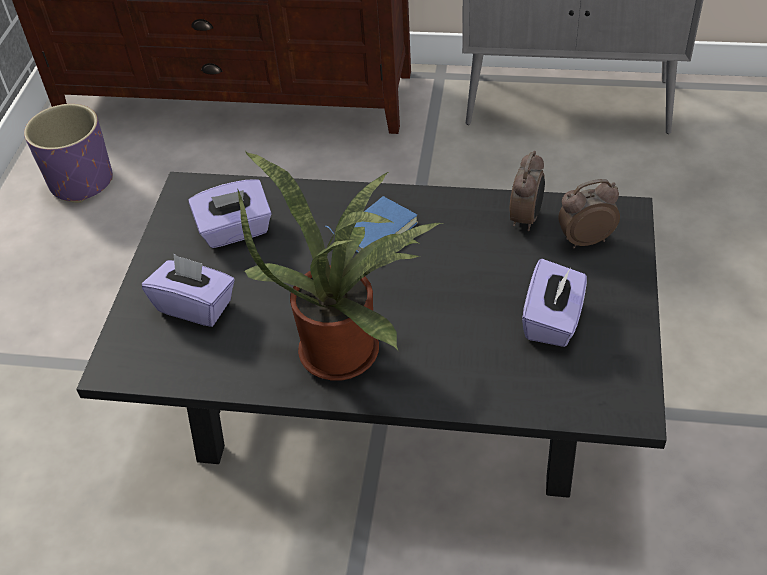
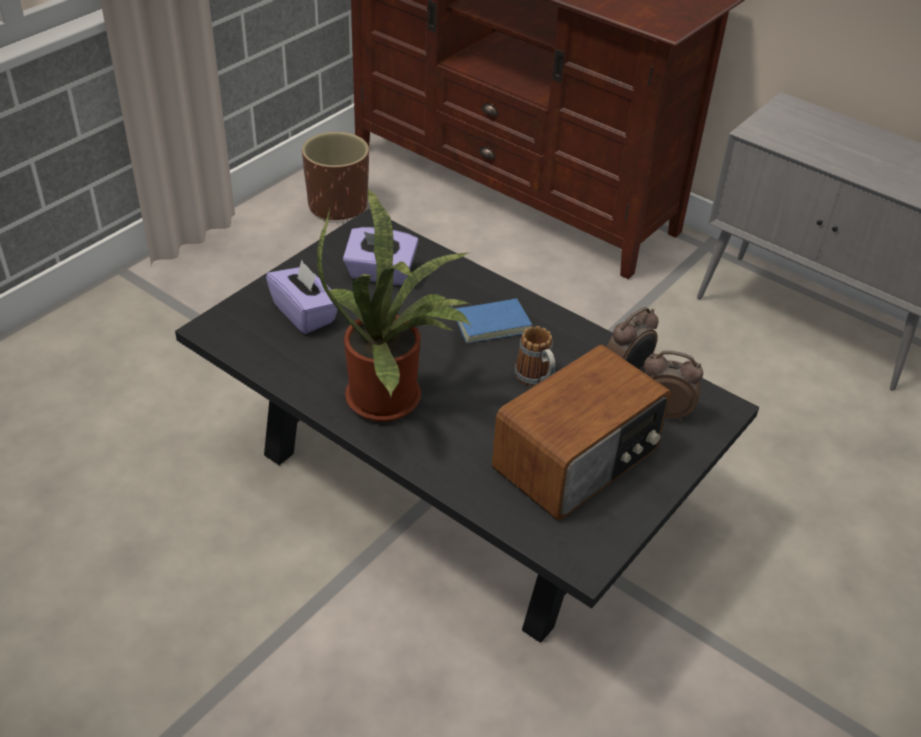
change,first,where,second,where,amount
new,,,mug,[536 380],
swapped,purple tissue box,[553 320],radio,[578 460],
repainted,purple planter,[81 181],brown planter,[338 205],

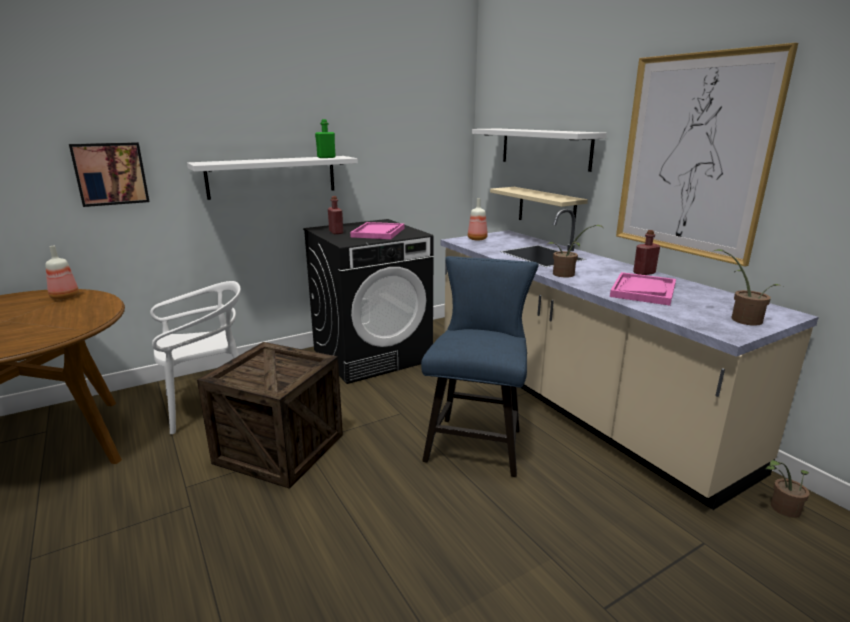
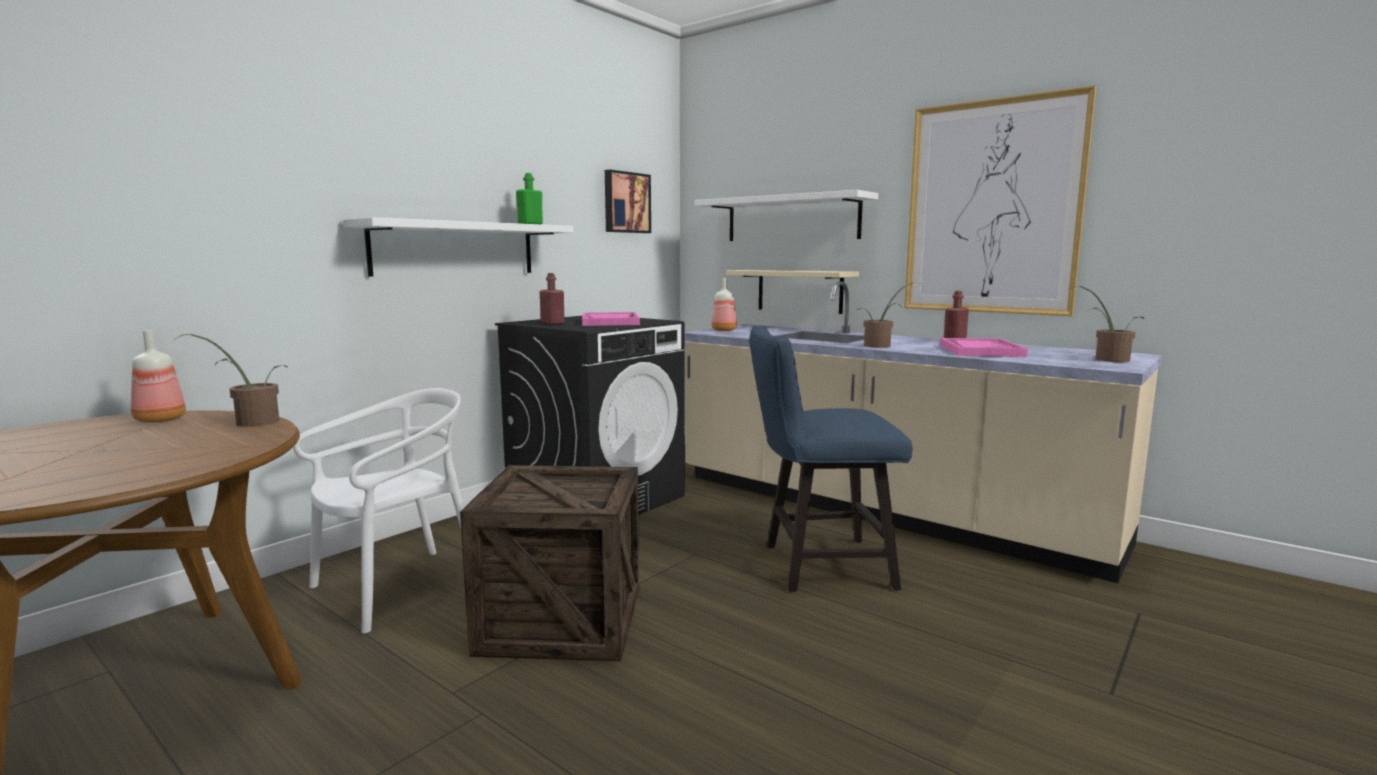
change,first,where,second,where,amount
shifted,picture,[110 173],,[626 202],
shifted,potted plant,[781 508],,[250 423],
rotated,blue chair,[477 441],,[817 566],90 degrees counterclockwise

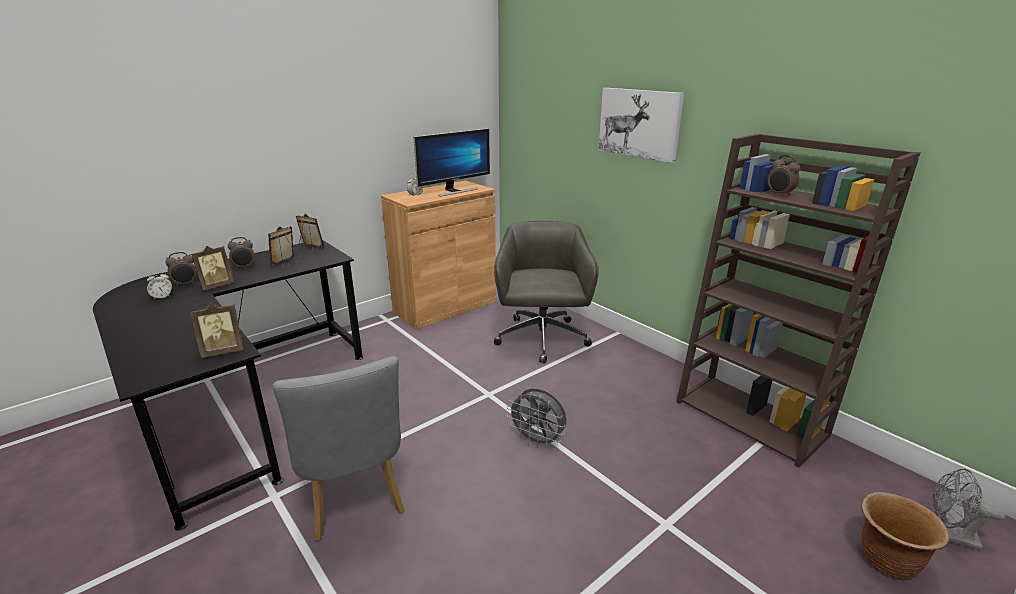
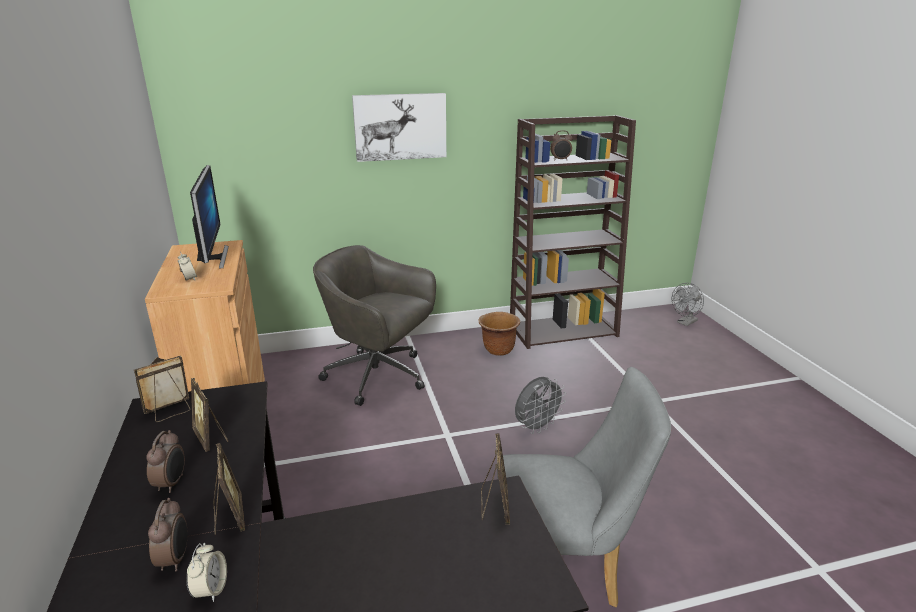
change,first,where,second,where,amount
shifted,brown planter,[887 560],,[498 350],

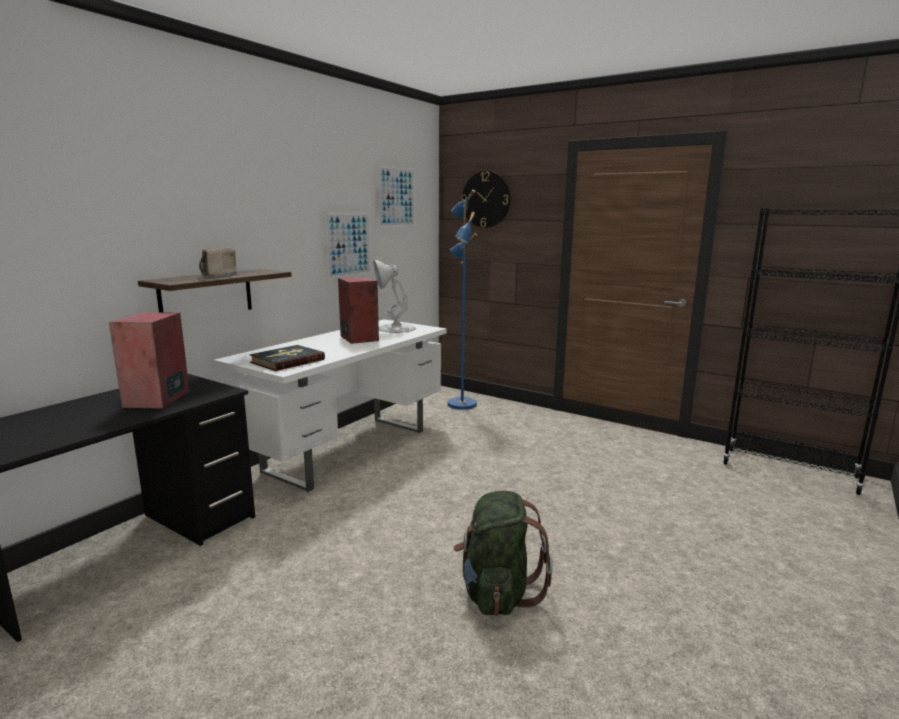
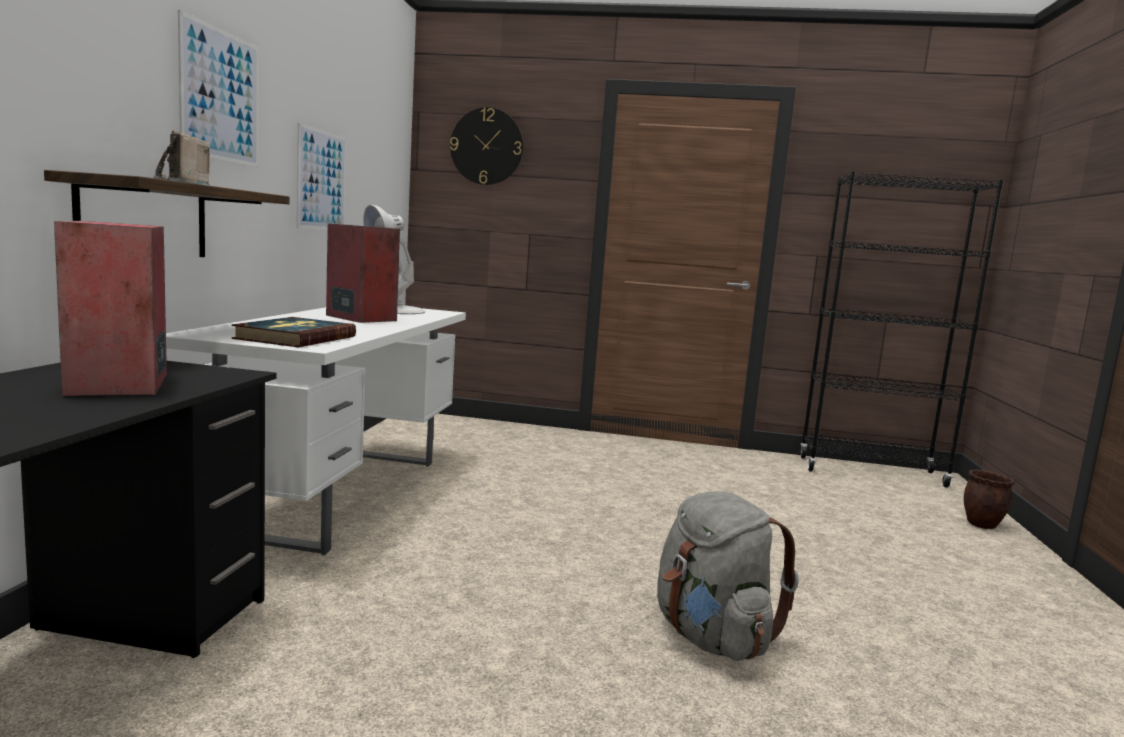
change,first,where,second,where,amount
gone,blue floor lamp,[461 404],,,
new,,,brown planter,[982 525],
shifted,picture,[397 197],,[221 96],
repainted,green backpack,[497 593],grey backpack,[711 637],

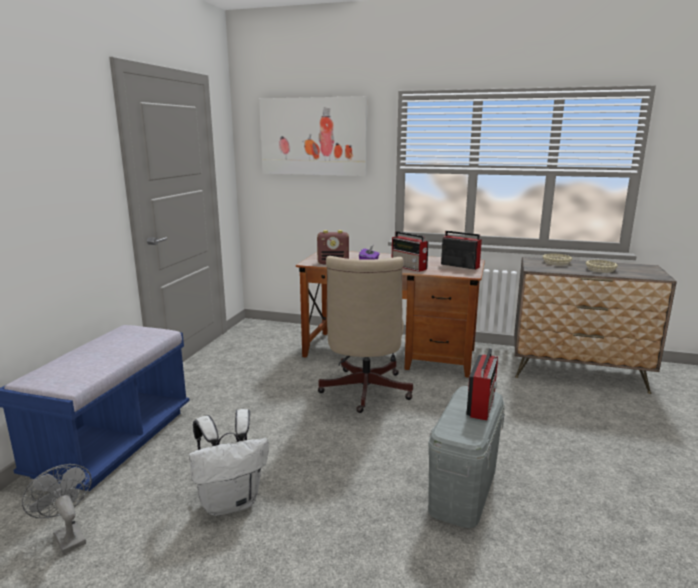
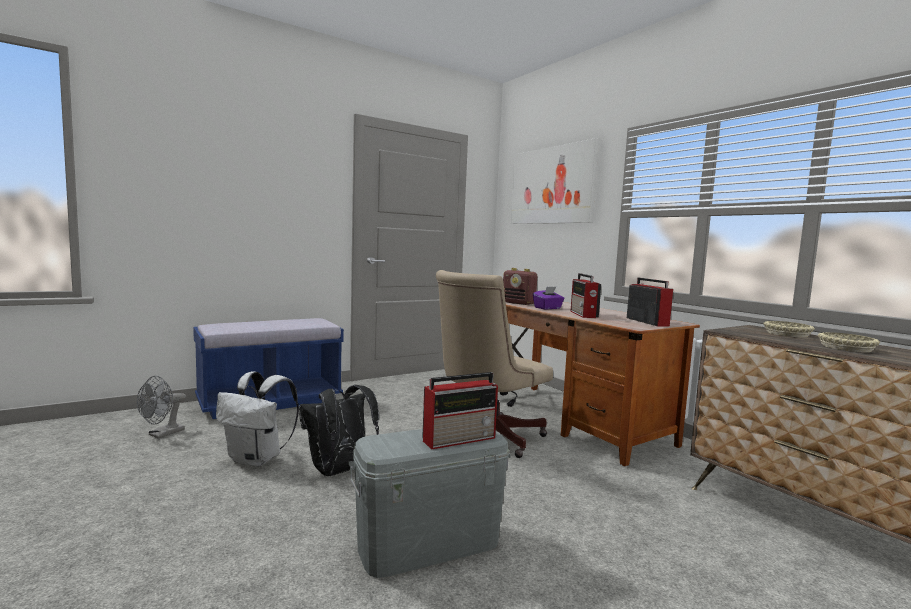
change,first,where,second,where,amount
new,,,black backpack,[339 471],
rotated,grey fan,[67 536],,[162 434],150 degrees counterclockwise

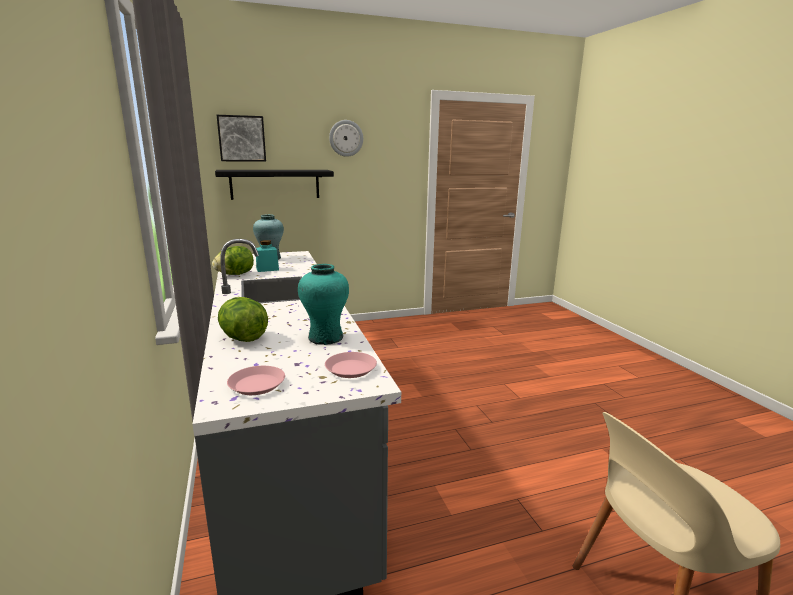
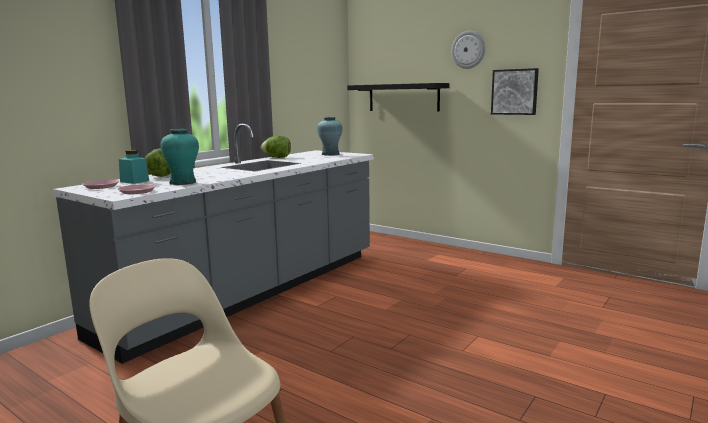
change,first,where,second,where,amount
shifted,picture,[242 138],,[514 92],
shifted,turquoise jar,[267 269],,[134 181],

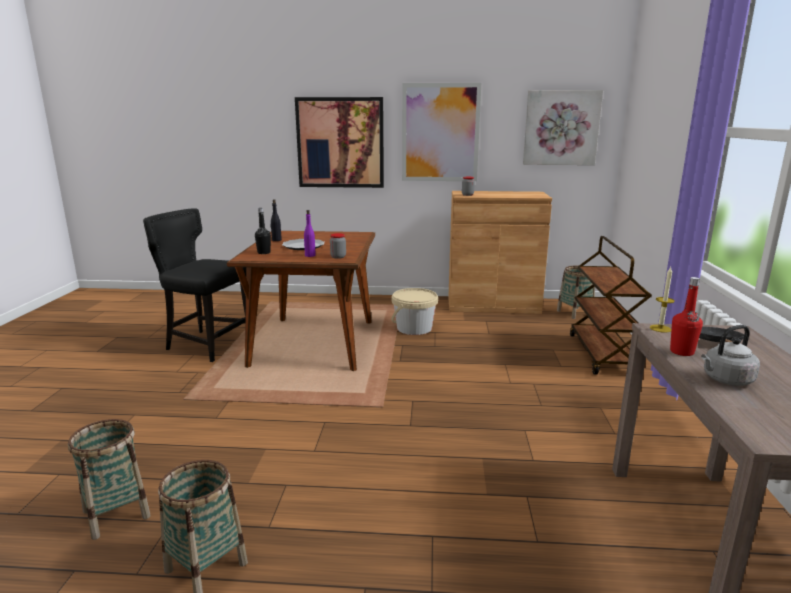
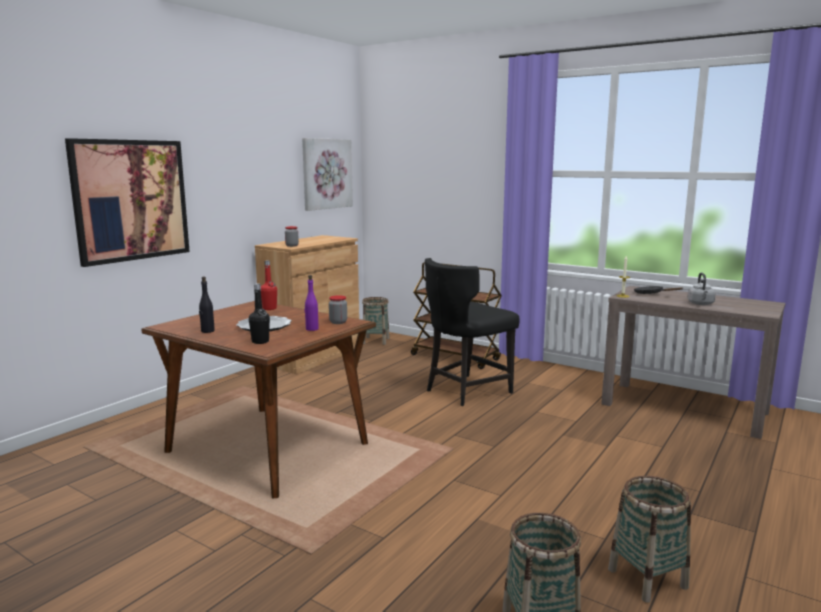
change,first,where,second,where,amount
gone,beige bucket,[414 328],,,
gone,picture,[440 133],,,
shifted,black chair,[207 344],,[465 391],
shifted,red bottle,[681 352],,[269 308],

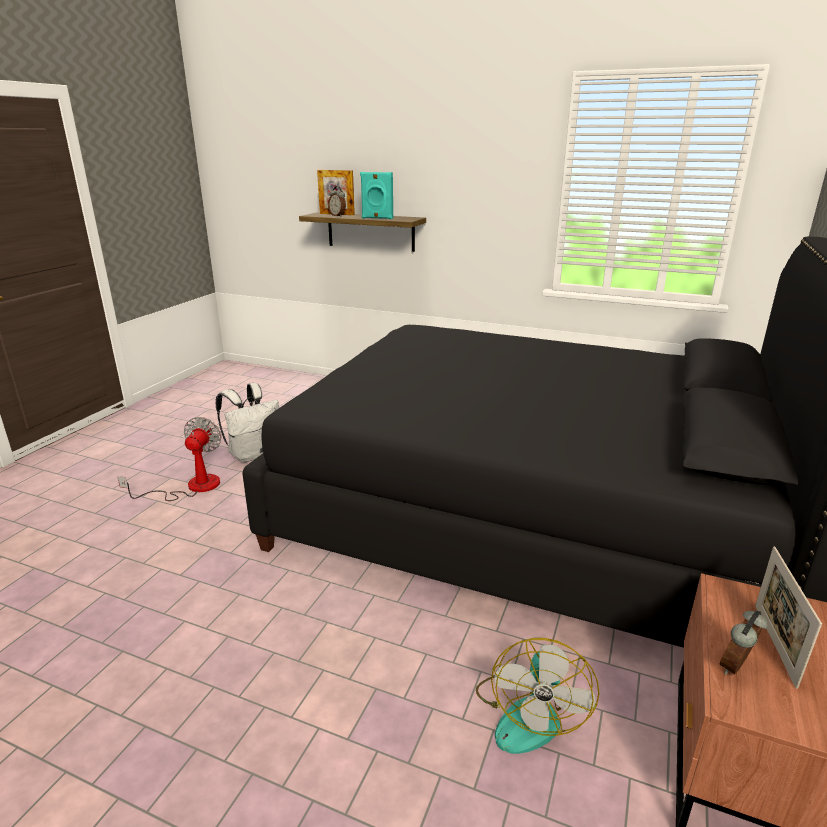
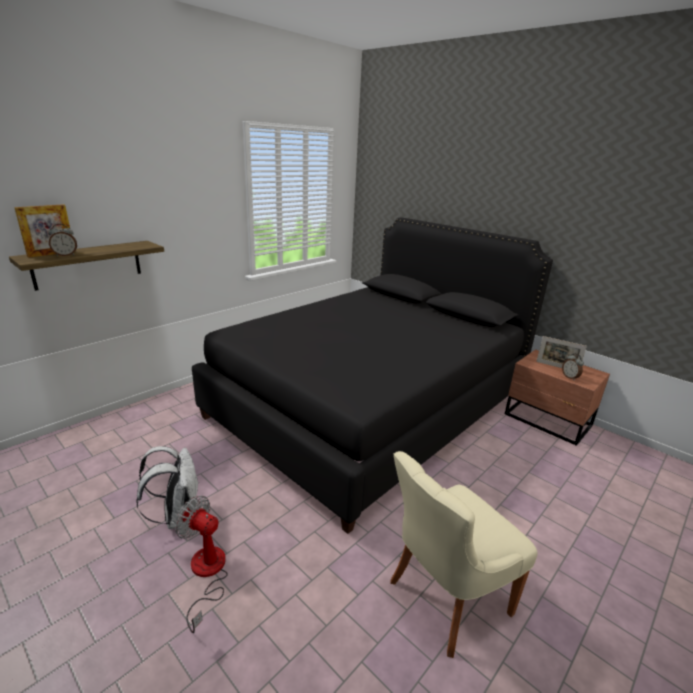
change,first,where,second,where,amount
gone,turquoise speaker,[377 218],,,
gone,fan,[528 713],,,
new,,,beige chair,[445 598],

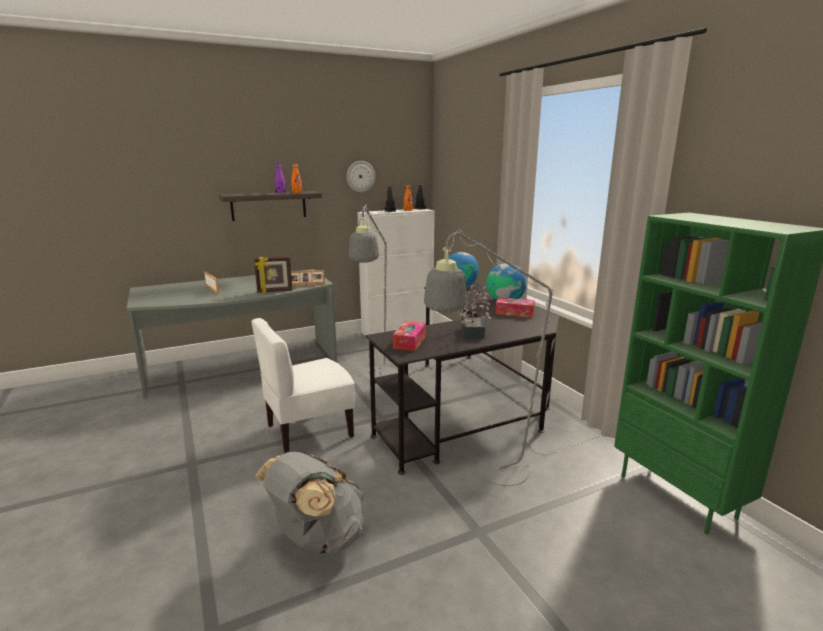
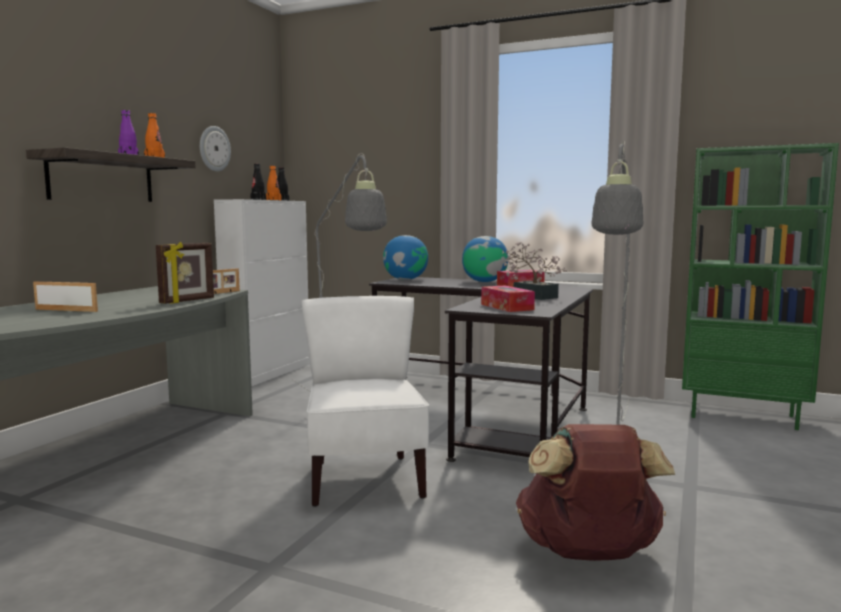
change,first,where,second,where,amount
repainted,grey backpack,[317 539],brown backpack,[588 554],
rotated,white chair,[309 430],,[364 480],150 degrees clockwise

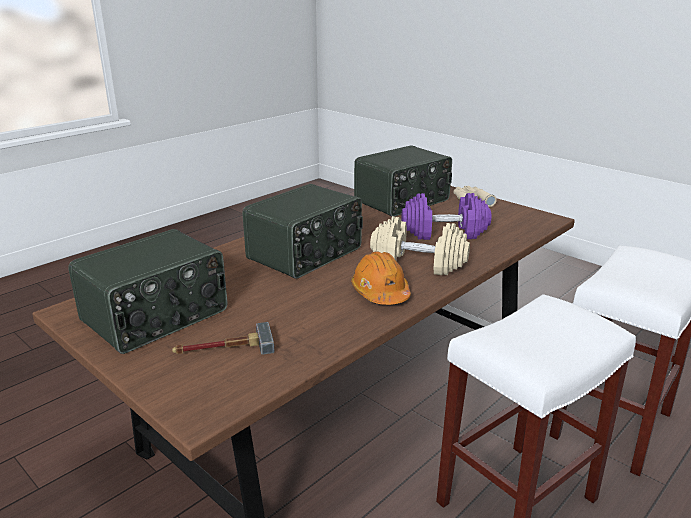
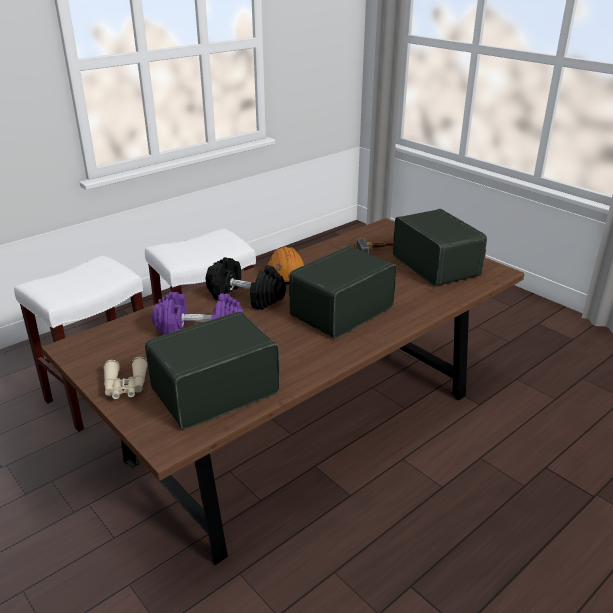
change,first,where,second,where,amount
repainted,beige dumbbell,[418 263],black dumbbell,[246 297],
rotated,radio,[157 317],,[436 265],105 degrees clockwise

